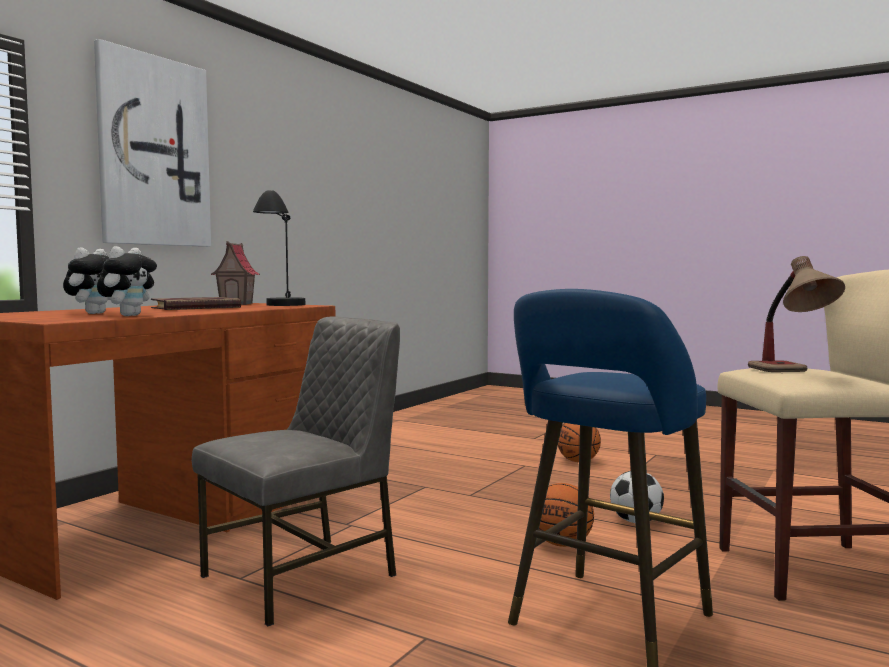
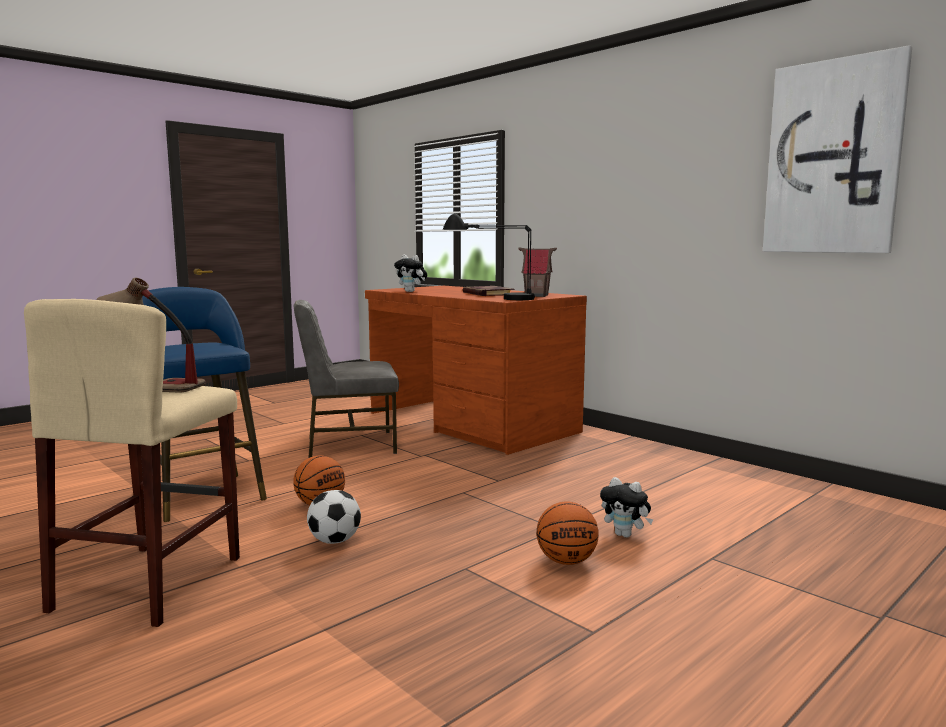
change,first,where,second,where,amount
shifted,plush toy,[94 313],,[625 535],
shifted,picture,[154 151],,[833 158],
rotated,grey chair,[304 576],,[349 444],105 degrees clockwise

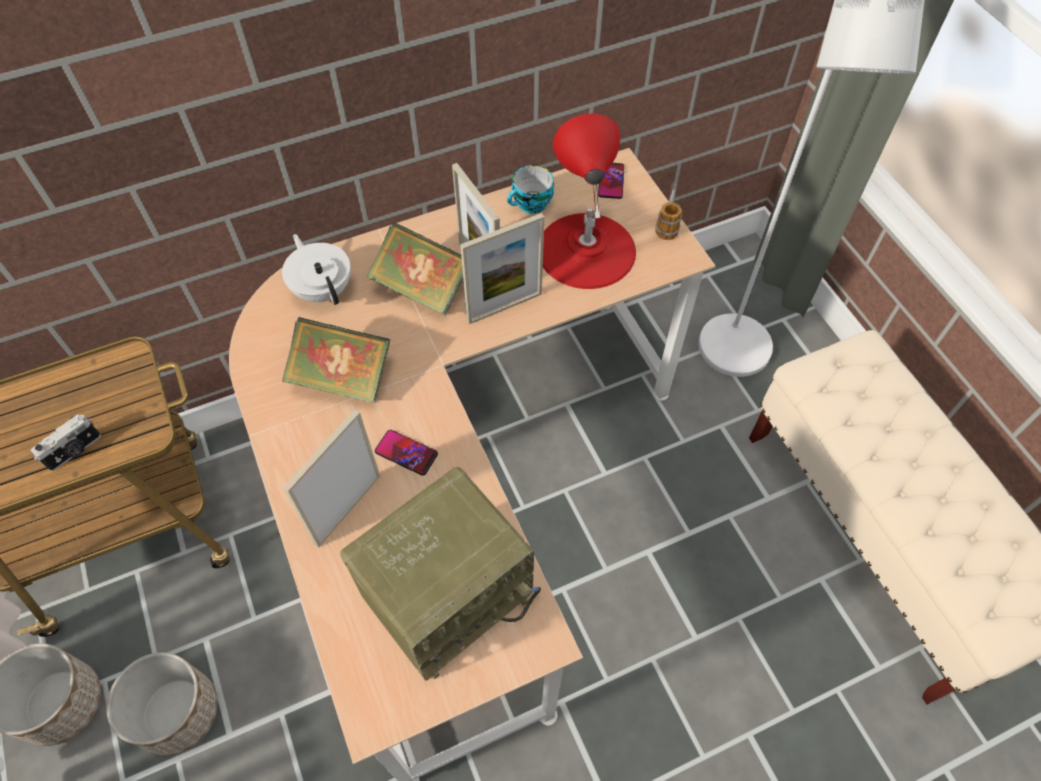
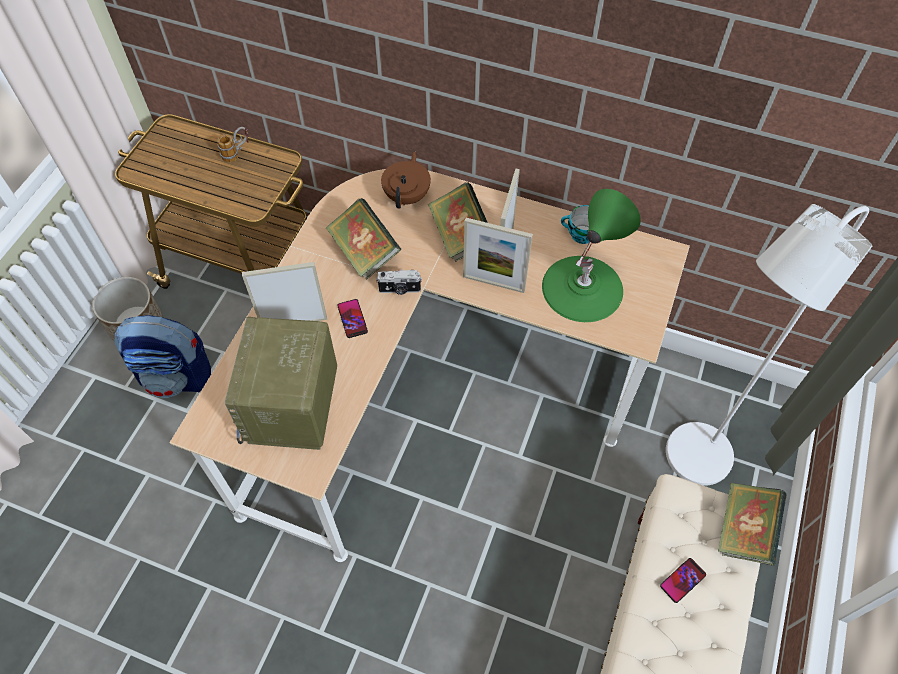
change,first,where,second,where,amount
new,,,book,[744 531],
shifted,photo camera,[75 451],,[399 290],
shifted,phone,[611 181],,[682 580],
shifted,mug,[667 223],,[237 153],
swapped,planter,[178 711],backpack,[177 377],
repainted,white teapot,[323 289],brown teapot,[407 196],
repainted,red table lamp,[586 249],green table lamp,[582 287],
rotated,radio,[448 594],,[293 407],90 degrees clockwise

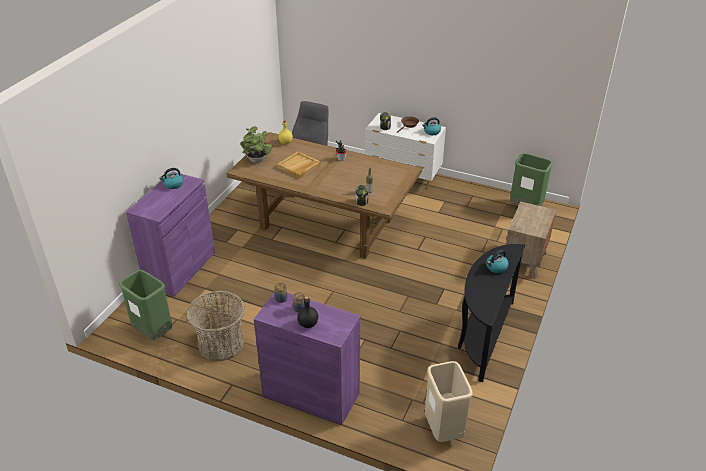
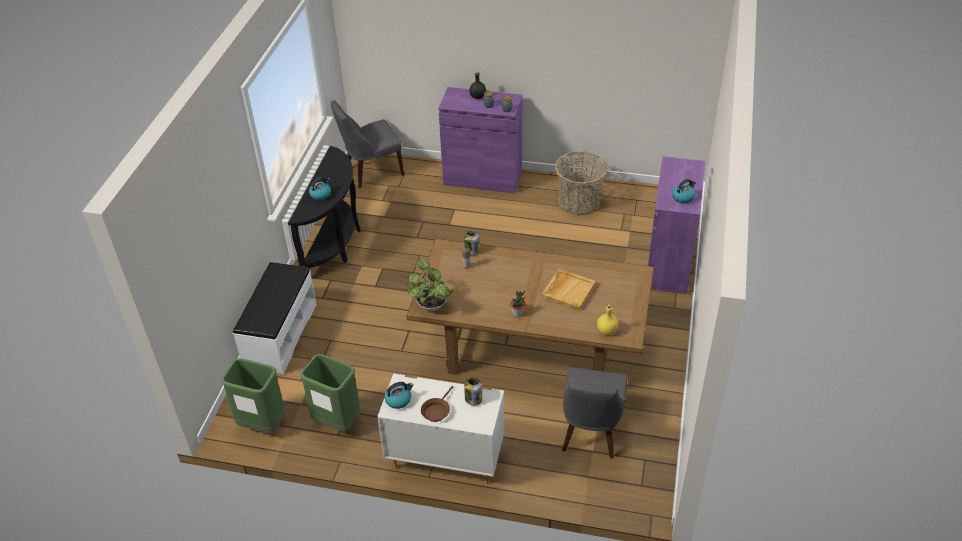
change,first,where,second,where,amount
shifted,green trash can,[153 332],,[337 422],
shifted,potted plant,[257 160],,[430 305],
swapped,beige trash can,[443 429],grey chair,[371 171],
swapped,brown nightstand,[524 261],white bench,[280 335],

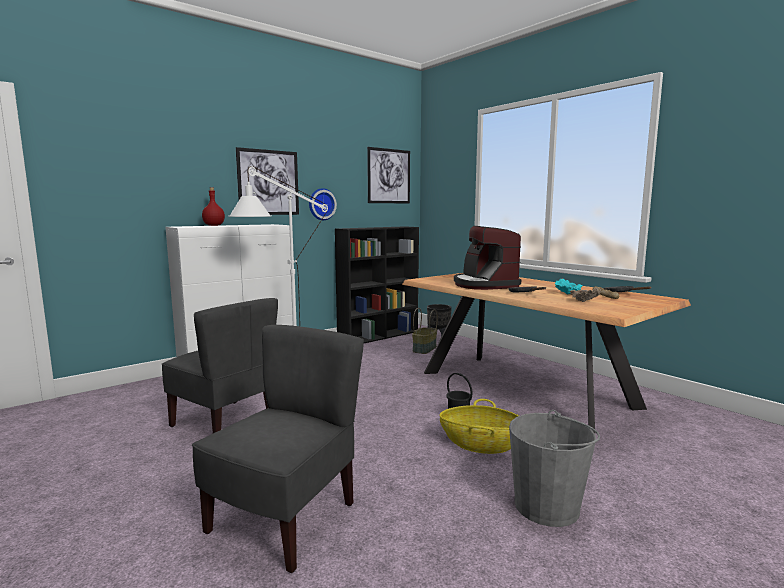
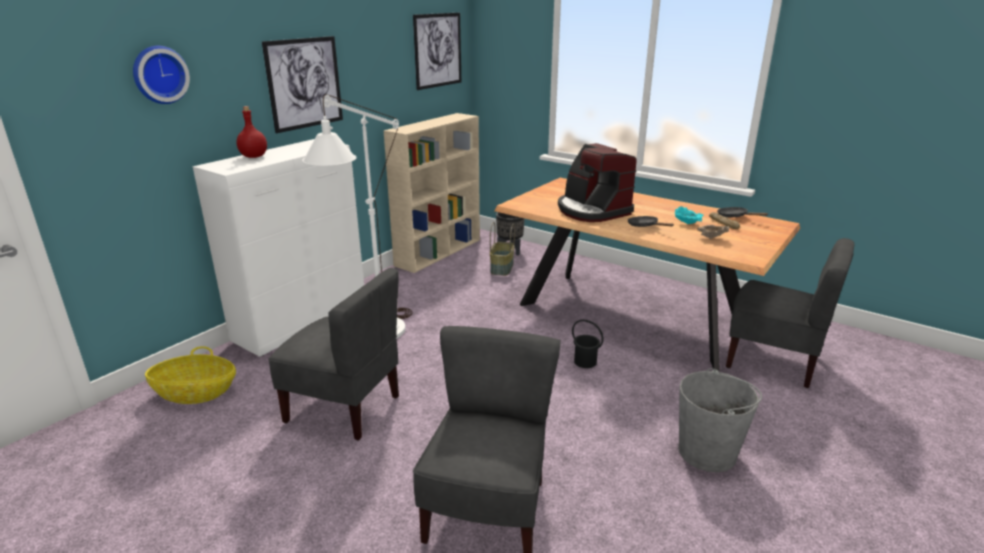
change,first,where,second,where,amount
new,,,grey chair,[773 361],
shifted,wall clock,[321 204],,[159 74],
shifted,basket,[482 444],,[196 393],
repainted,black bookcase,[379 336],beige bookcase,[439 252],

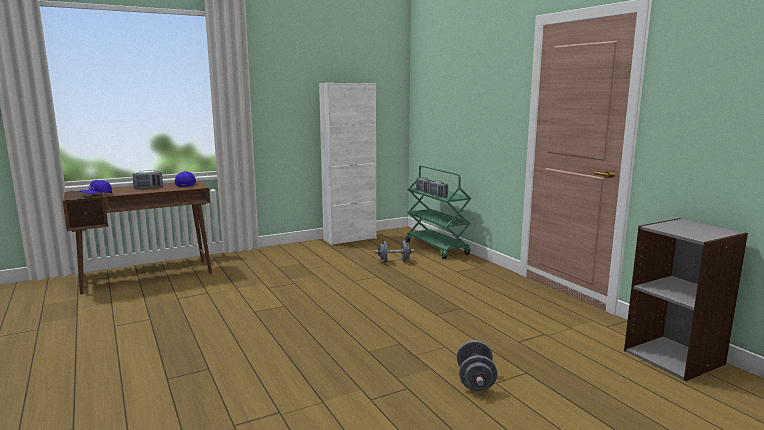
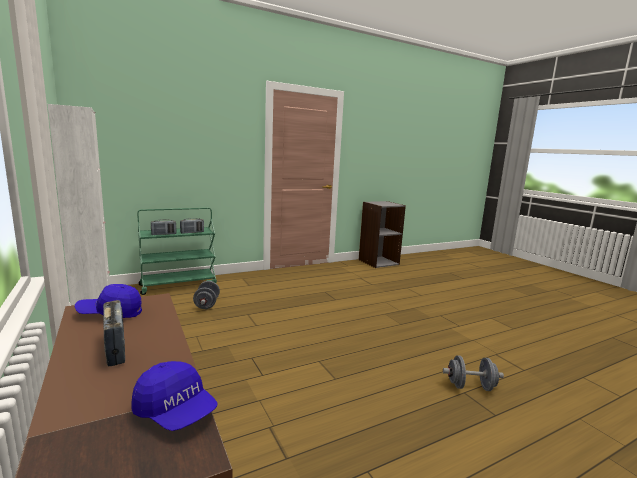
change,first,where,second,where,amount
shifted,grey dumbbell,[475 381],,[470 386],

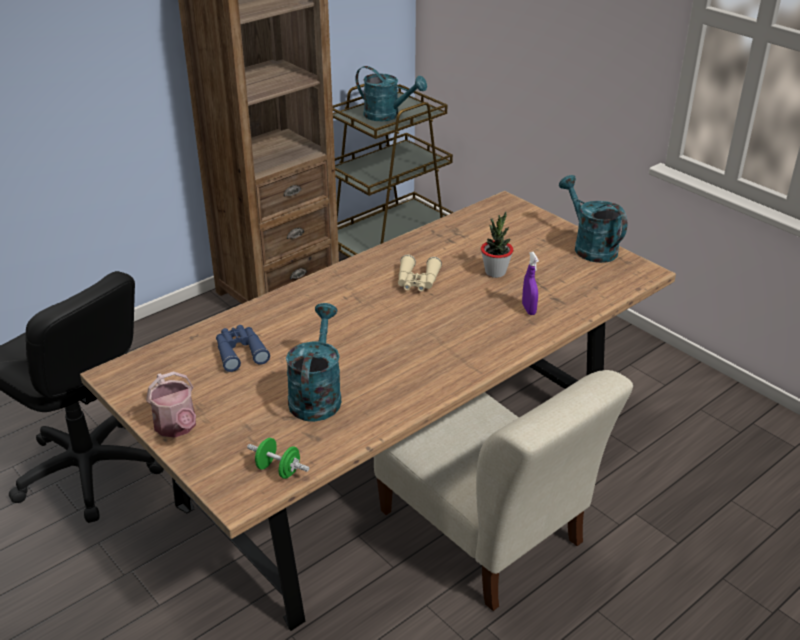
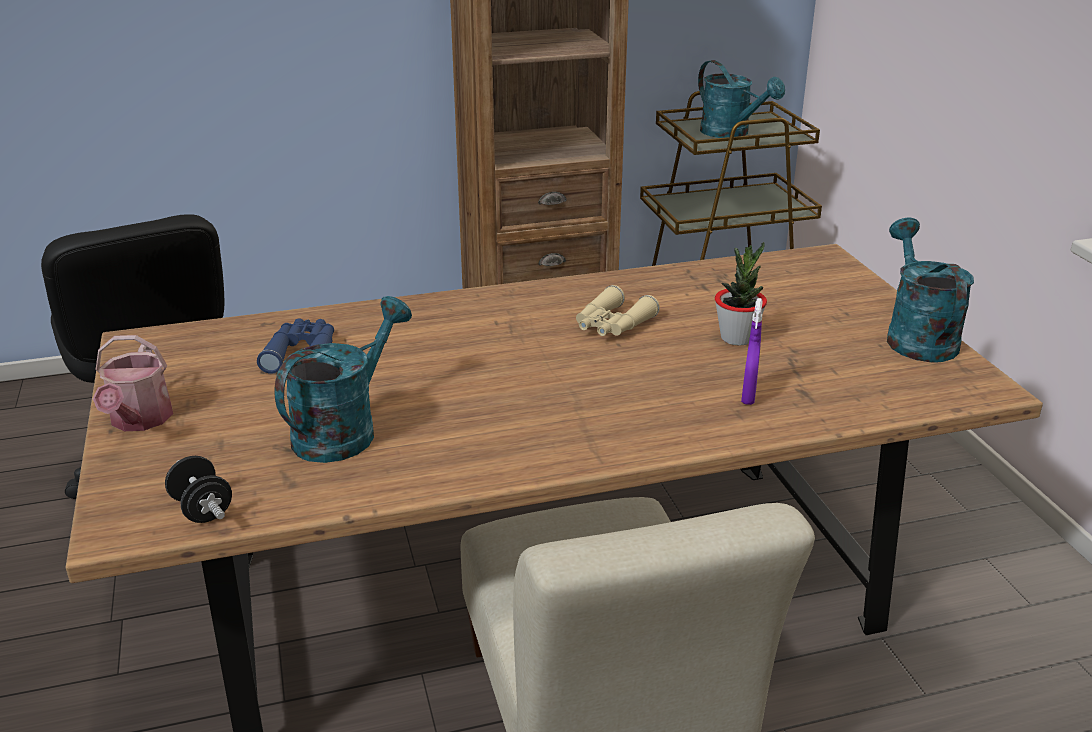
change,first,where,second,where,amount
repainted,green dumbbell,[278 470],black dumbbell,[202 509],

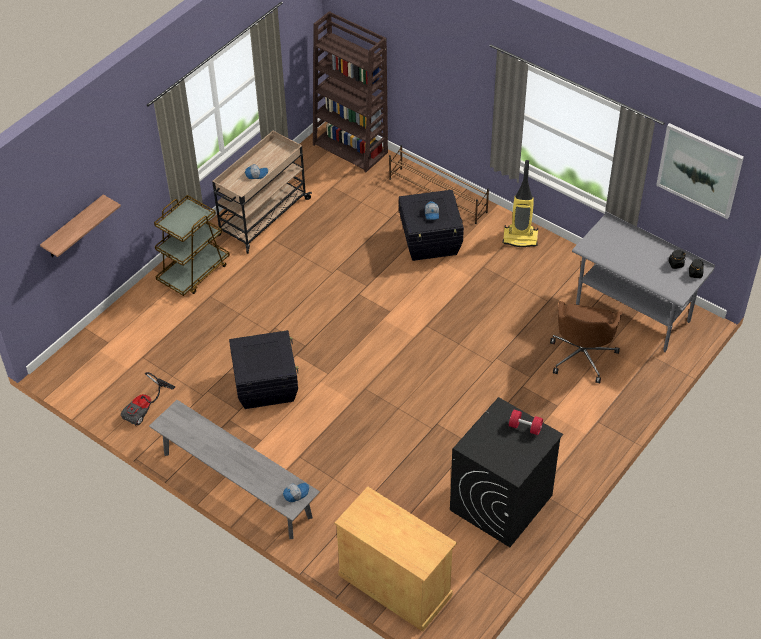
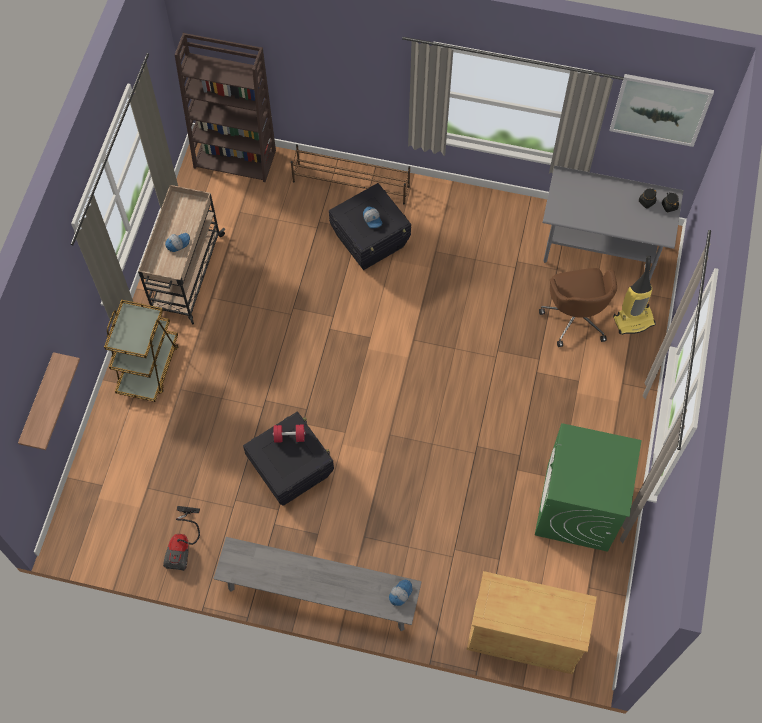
change,first,where,second,where,amount
shifted,vacuum cleaner,[520 238],,[633 320],
shifted,red dumbbell,[525 427],,[289 436],
repainted,black washing machine,[501 503],green washing machine,[577 508],

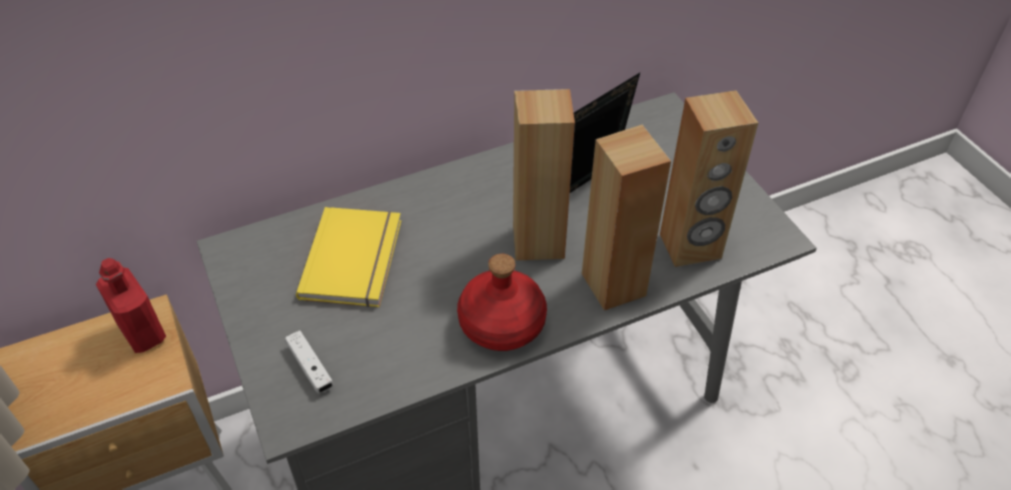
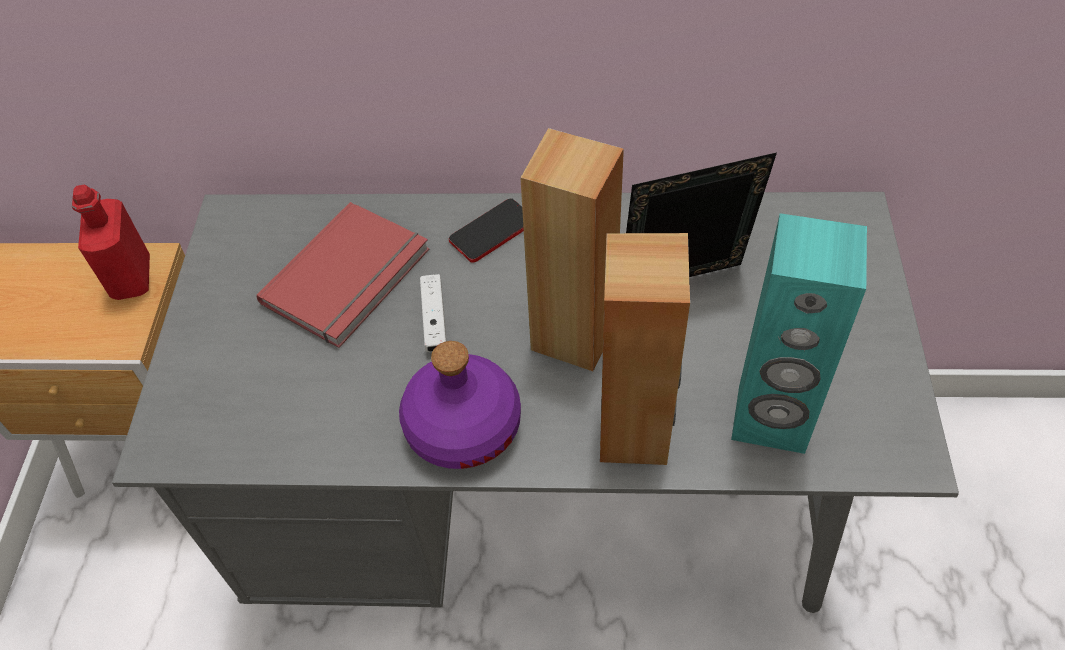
change,first,where,second,where,amount
new,,,phone,[492 231],
shifted,white game controller,[310 367],,[434 320],
repainted,yellow book,[355 259],red book,[350 278],
repainted,red bottle,[501 323],purple bottle,[462 425],
repainted,brown speaker,[690 247],turquoise speaker,[771 420],

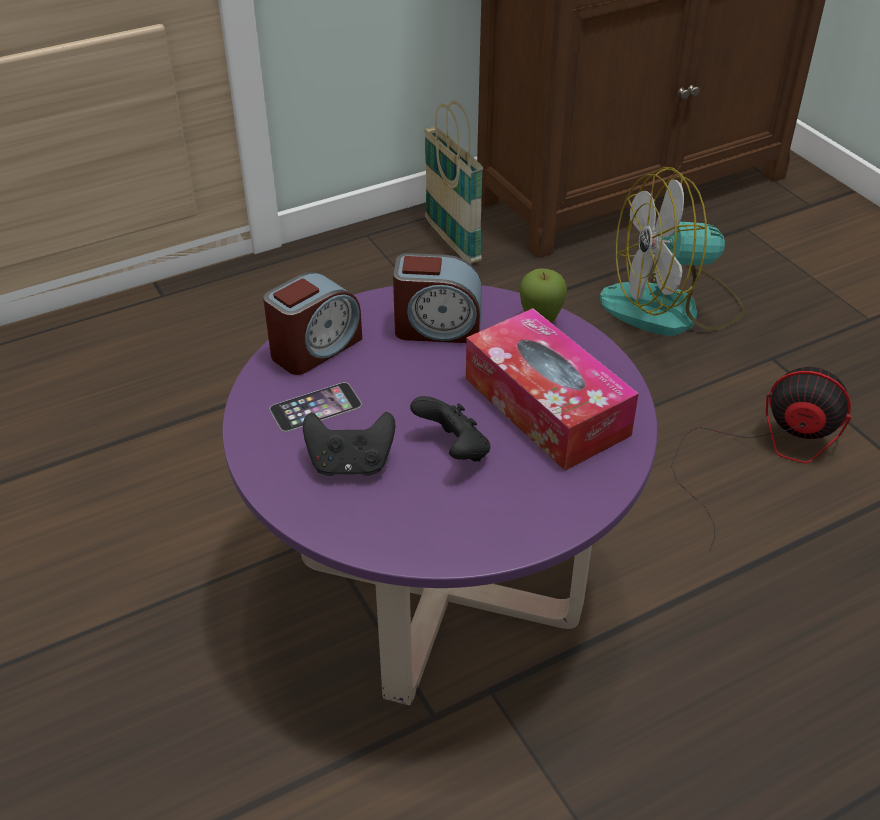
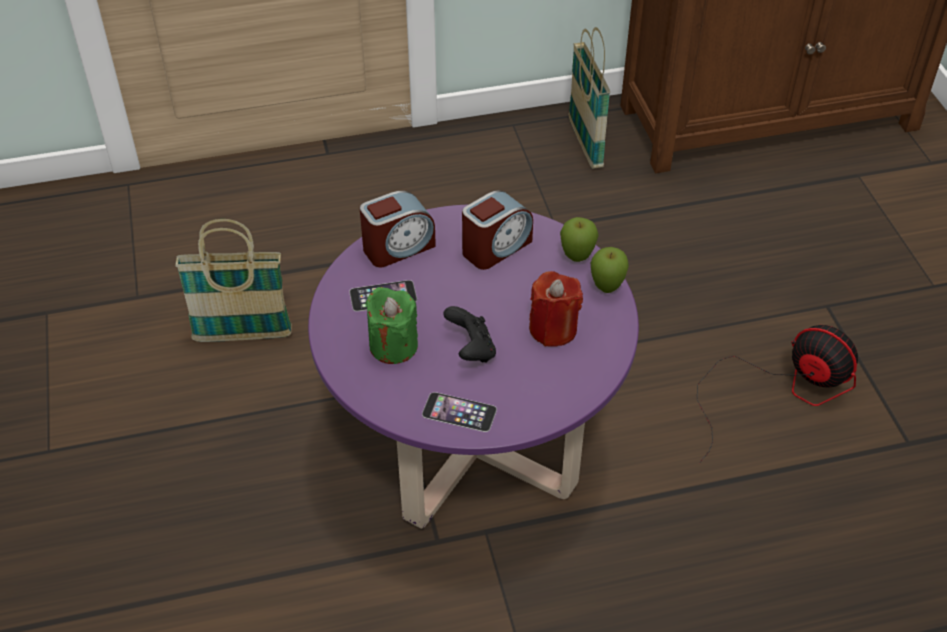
change,first,where,second,where,amount
gone,fan,[672 307],,,
new,,,basket,[243 335],
new,,,phone,[459 412],
new,,,apple,[606 288],
swapped,black game controller,[350 464],green candle,[393 346],
swapped,tissue box,[546 406],red candle,[553 329],
rotated,alarm clock,[437 328],,[496 247],60 degrees counterclockwise

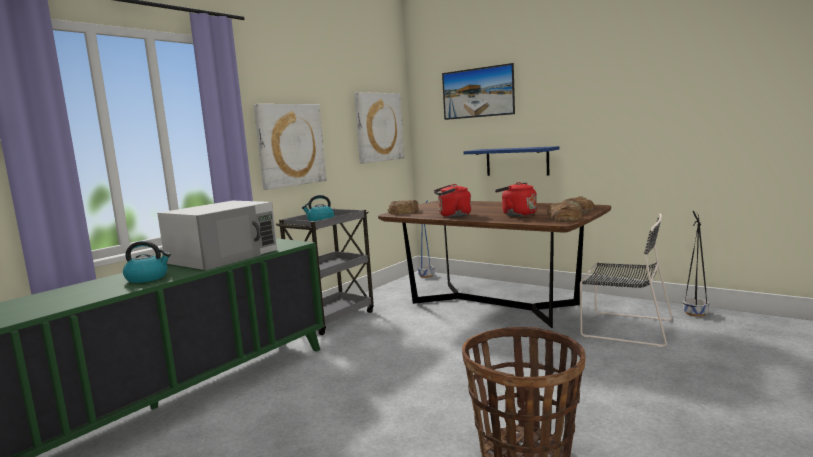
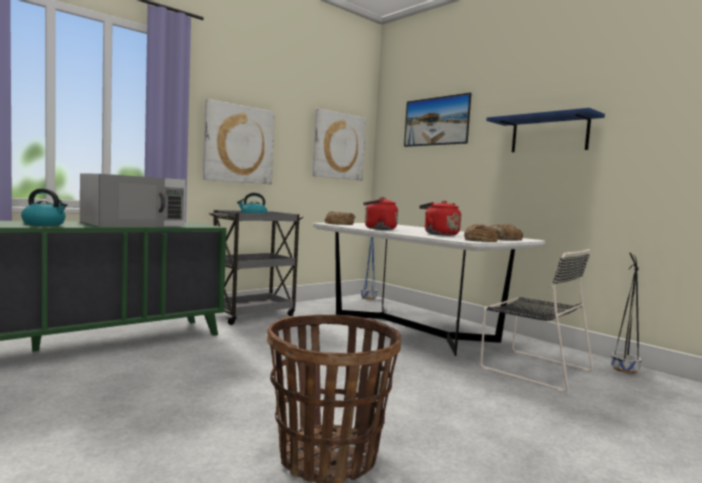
change,first,where,second,where,amount
shifted,blue shelf,[517 161],,[549 134],
repainted,brown dining table,[493 304],white dining table,[412 328],

